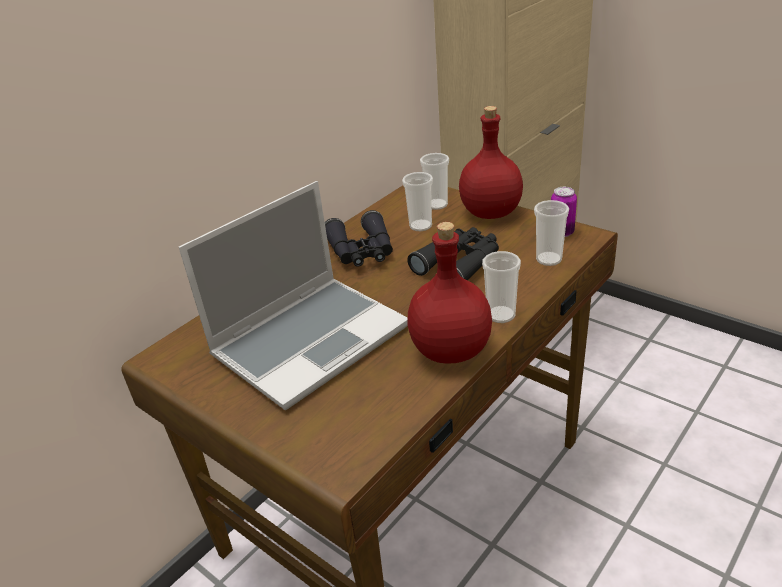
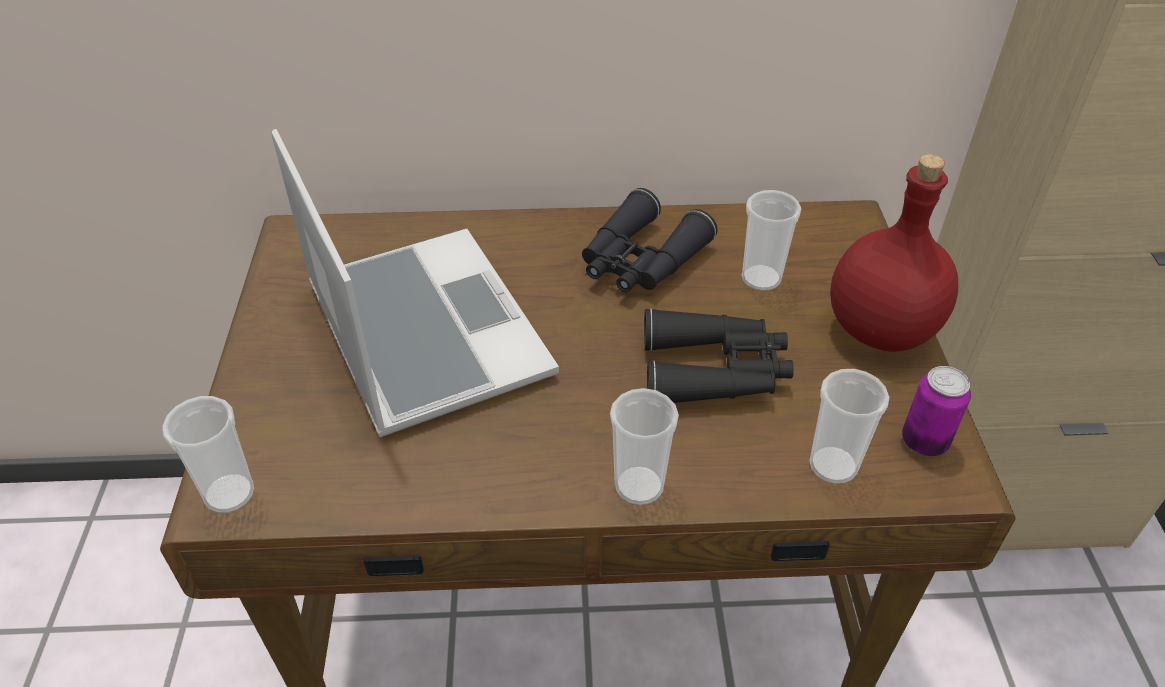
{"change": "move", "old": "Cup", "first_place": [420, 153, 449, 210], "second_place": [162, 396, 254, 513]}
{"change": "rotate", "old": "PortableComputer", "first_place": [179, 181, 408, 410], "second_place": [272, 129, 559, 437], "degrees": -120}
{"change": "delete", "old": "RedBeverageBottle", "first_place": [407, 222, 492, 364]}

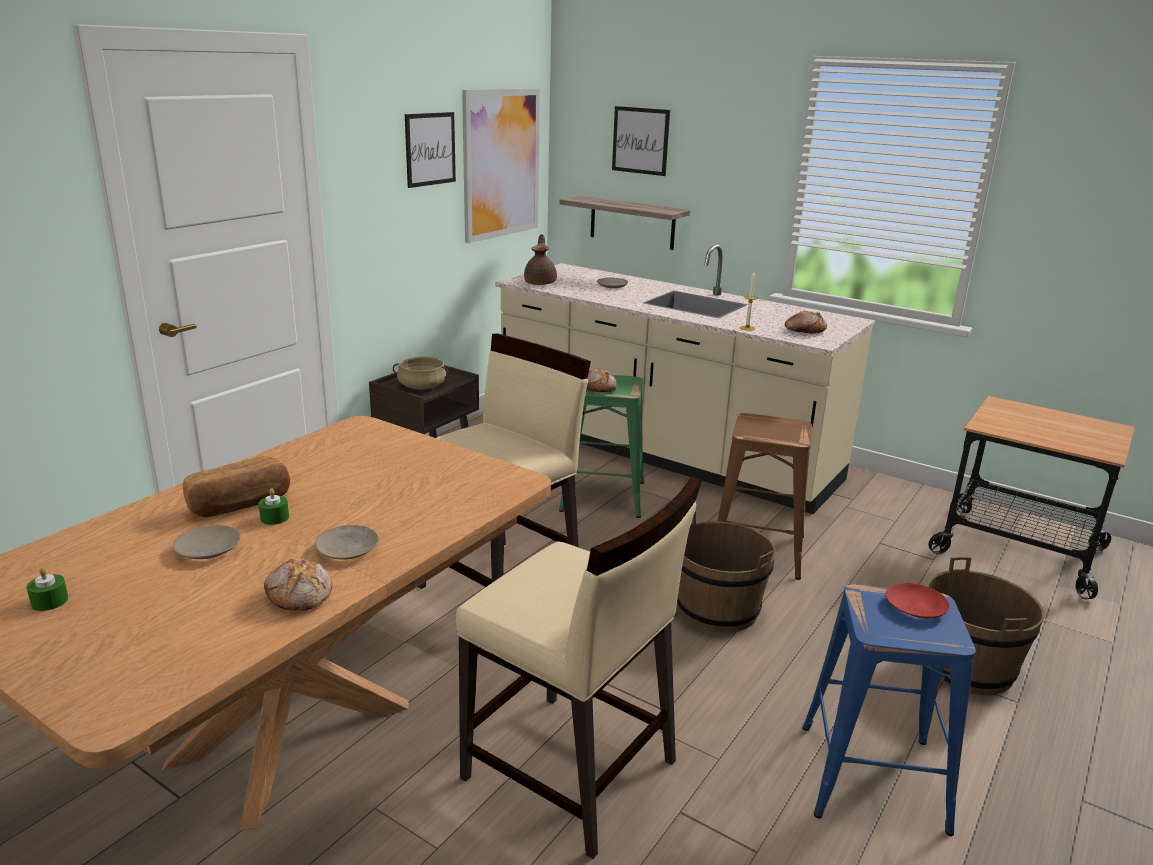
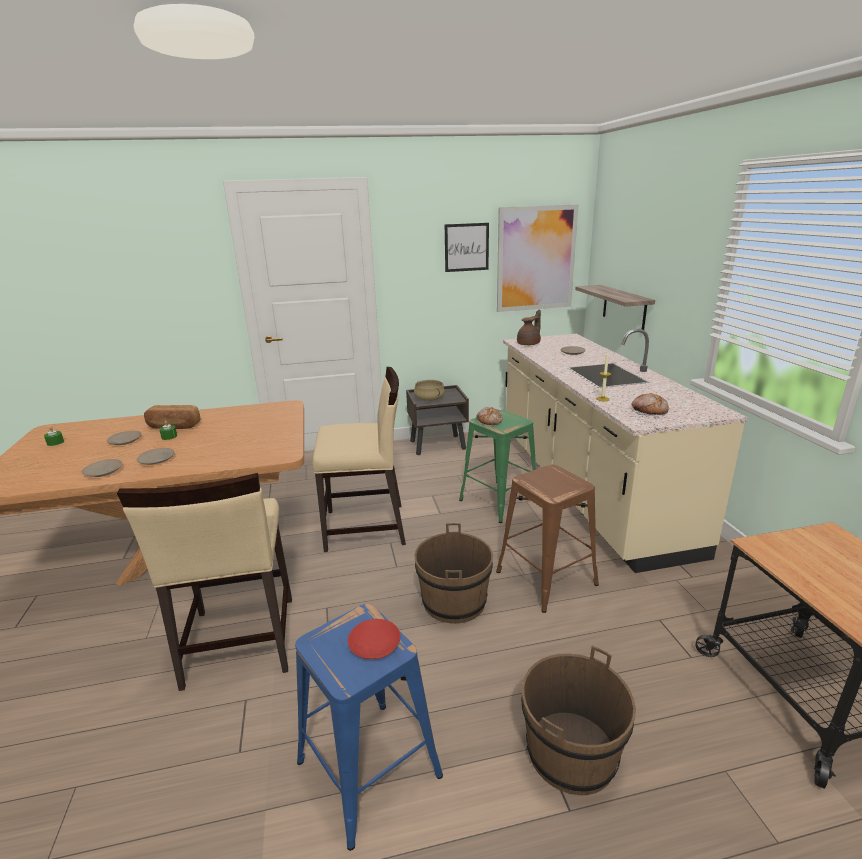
{"change": "replace", "old": "BakedBread", "new": "SandColouredPlate", "first_place": [264, 559, 333, 611], "second_place": [82, 459, 122, 477]}
{"change": "delete", "old": "WallArt", "first_place": [612, 106, 670, 176]}

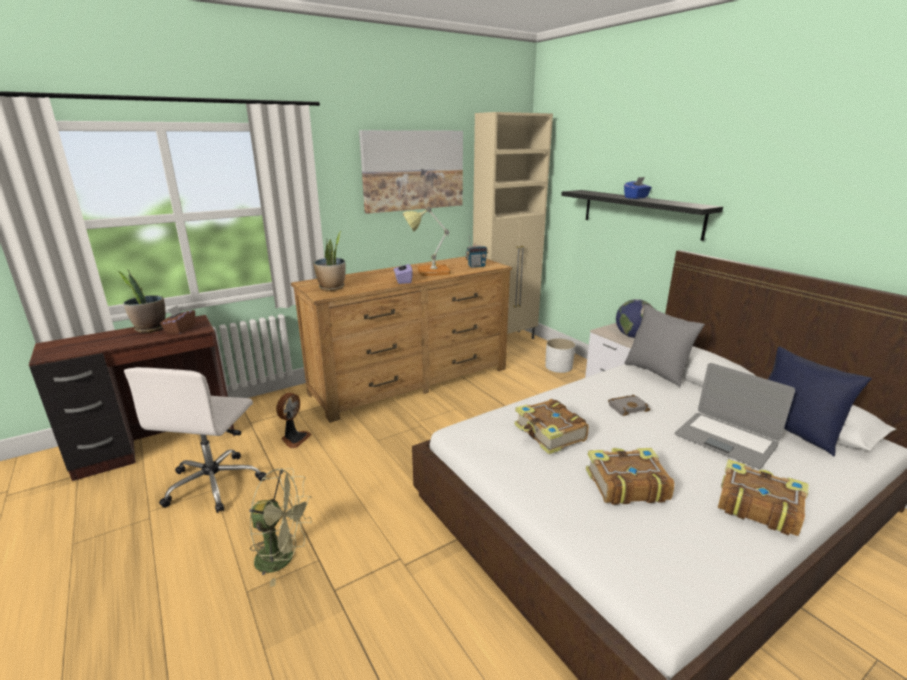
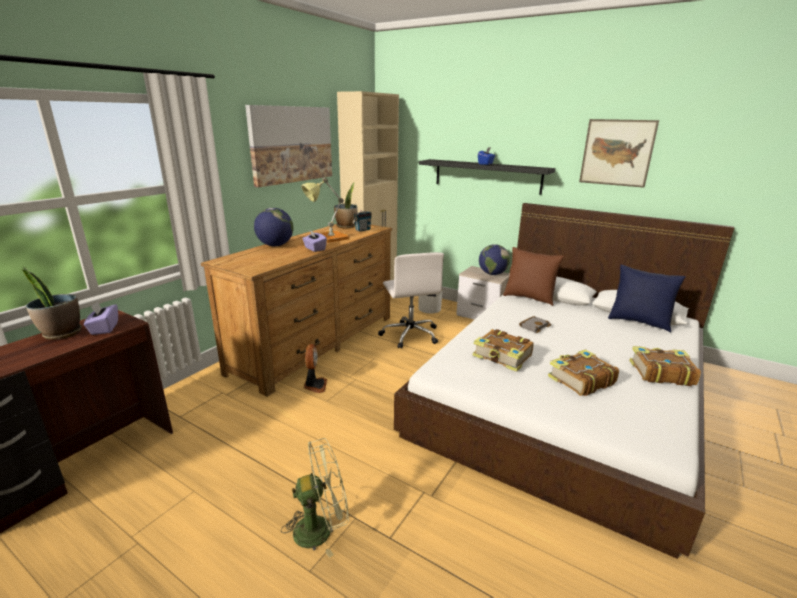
{"change": "recolor", "old": "BrownishBoxOfTissues", "new": "PurpleBoxOfTissues", "first_place": [160, 305, 195, 334], "second_place": [84, 302, 118, 335]}
{"change": "insert", "new": "WorldGlobe", "second_place": [254, 208, 293, 246]}
{"change": "move", "old": "ElectricFan", "first_place": [276, 393, 312, 448], "second_place": [304, 344, 327, 393]}
{"change": "move", "old": "Houseplant", "first_place": [313, 230, 346, 291], "second_place": [334, 182, 358, 228]}
{"change": "move", "old": "WhiteColouredComputerChair", "first_place": [124, 367, 266, 513], "second_place": [378, 252, 444, 349]}
{"change": "recolor", "old": "GrayThrowPillow", "new": "BrownishThrowPillow", "first_place": [624, 305, 705, 388], "second_place": [503, 247, 564, 306]}
{"change": "insert", "new": "WallArt", "second_place": [579, 119, 659, 188]}
{"change": "delete", "old": "PortableComputer", "first_place": [675, 363, 795, 469]}

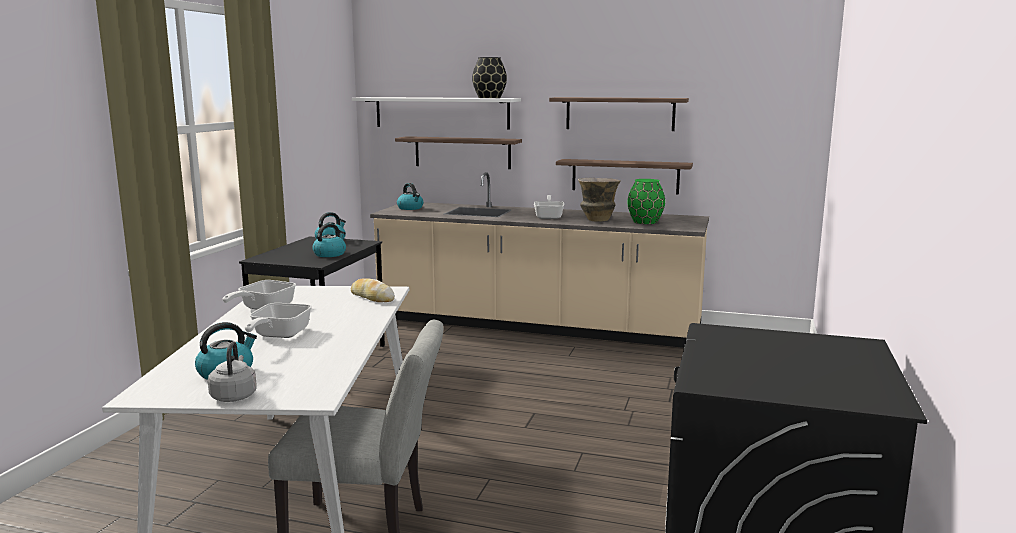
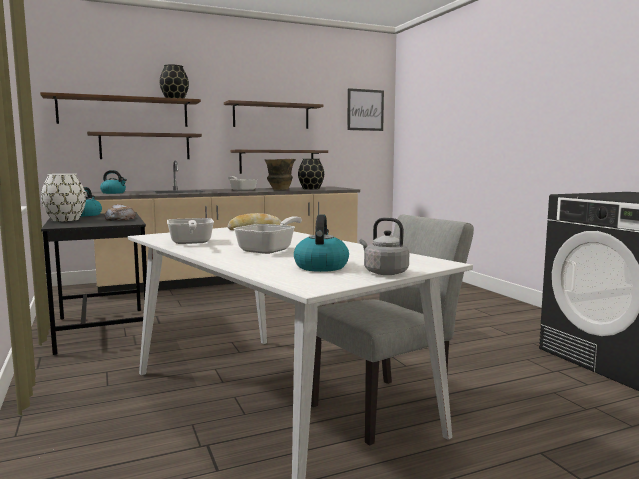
{"change": "recolor", "old": "WhiteColouredWallShelf", "new": "BrownishWallShelf", "first_place": [352, 97, 521, 129], "second_place": [40, 92, 201, 127]}
{"change": "insert", "new": "WhiteColouredVase", "second_place": [41, 174, 86, 221]}
{"change": "replace", "old": "TeaKettle", "new": "BakedBread", "first_place": [312, 223, 346, 257], "second_place": [104, 204, 136, 221]}
{"change": "rotate", "old": "Pan", "first_place": [245, 303, 312, 338], "second_place": [234, 216, 302, 254], "degrees": -120}
{"change": "recolor", "old": "GreenVase", "new": "BlackishVase", "first_place": [627, 179, 665, 224], "second_place": [298, 159, 324, 189]}
{"change": "insert", "new": "WallArt", "second_place": [347, 88, 384, 131]}

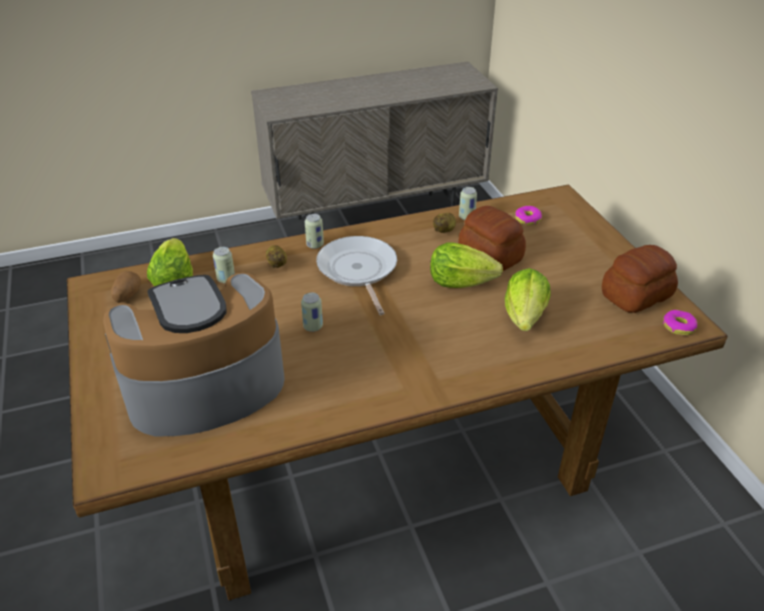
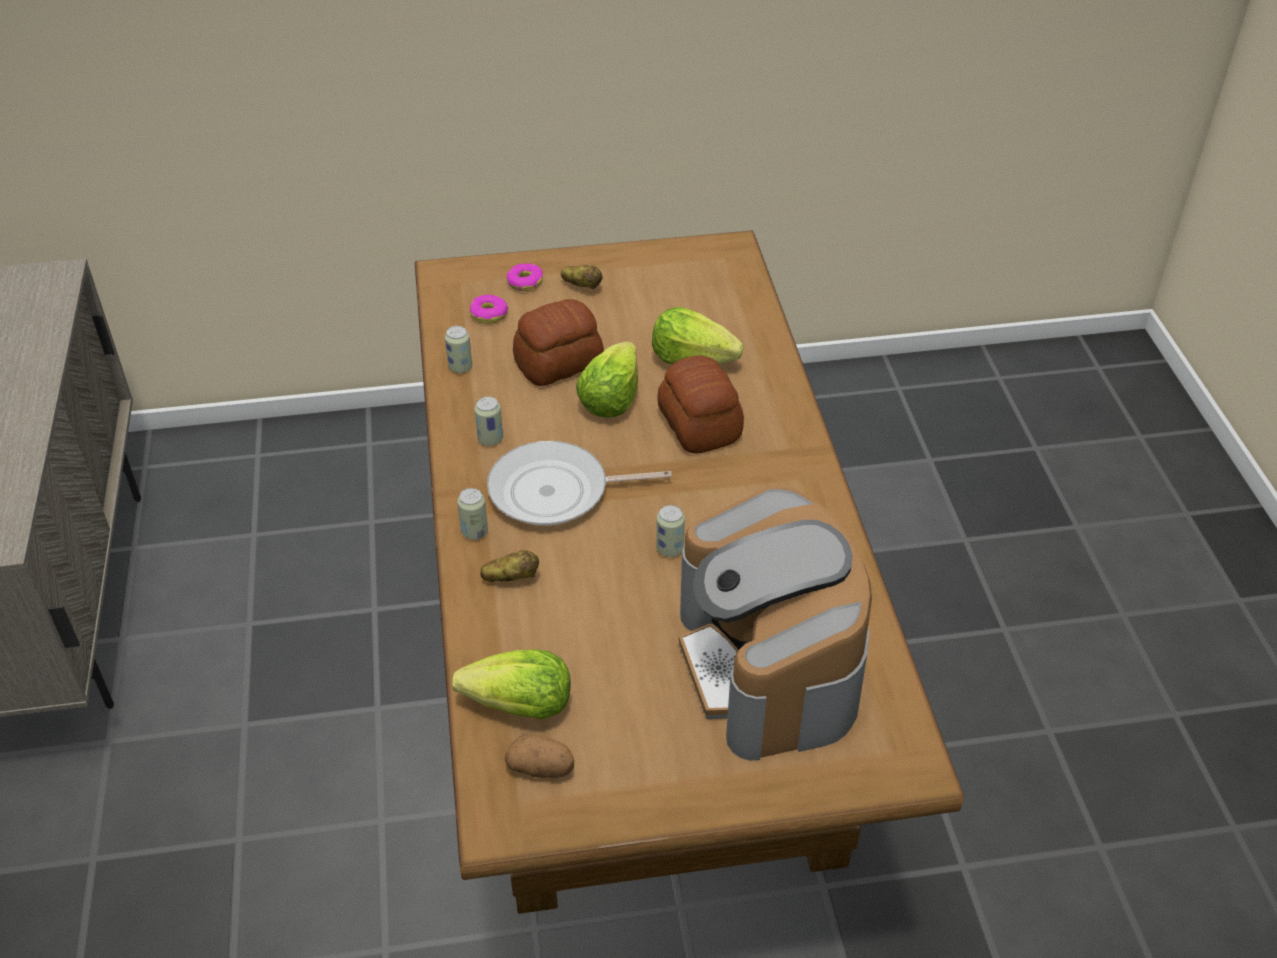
{"change": "move", "old": "SealedCan", "first_place": [213, 247, 235, 283], "second_place": [475, 396, 503, 446]}
{"change": "move", "old": "RingDoughnut", "first_place": [663, 310, 697, 336], "second_place": [507, 264, 543, 291]}
{"change": "move", "old": "Spud", "first_place": [433, 213, 456, 233], "second_place": [561, 265, 602, 289]}
{"change": "move", "old": "BakedBread", "first_place": [602, 245, 678, 313], "second_place": [657, 356, 744, 454]}

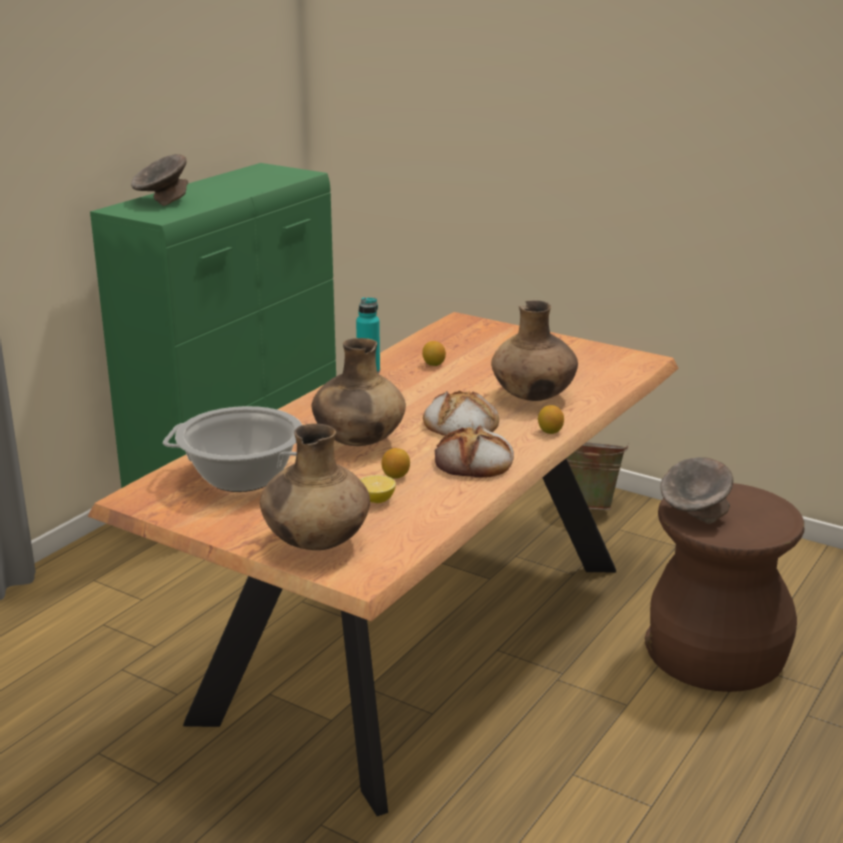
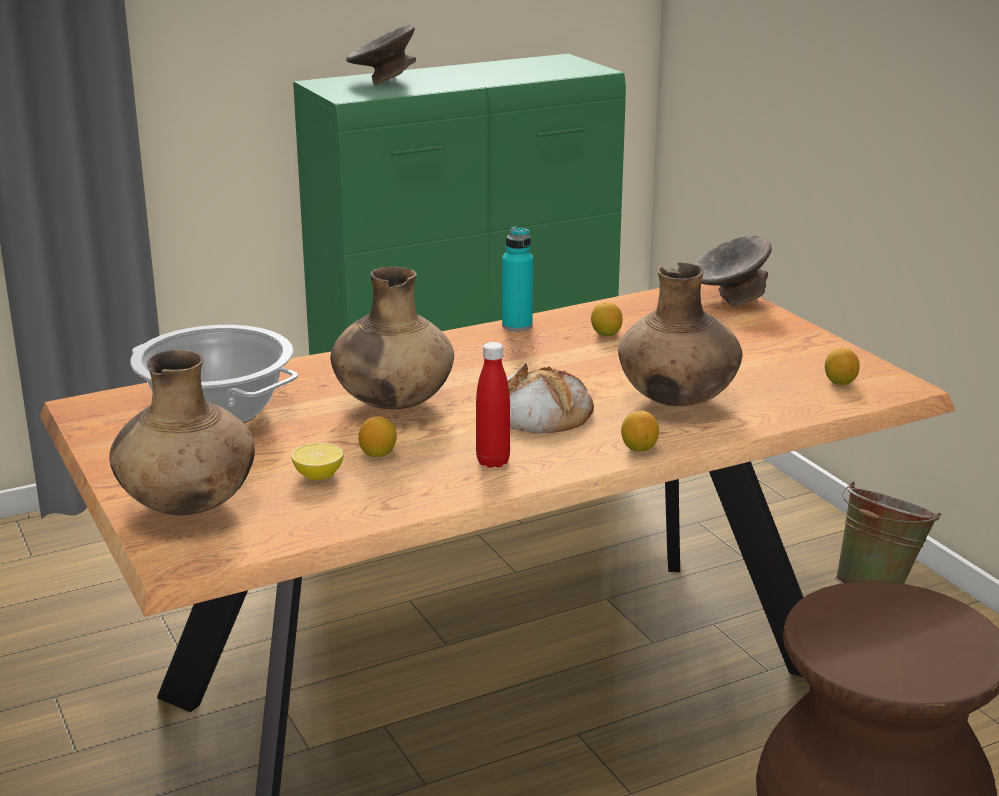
{"change": "replace", "old": "BakedBread", "new": "RedBeverageBottle", "first_place": [434, 425, 514, 478], "second_place": [476, 342, 510, 468]}
{"change": "move", "old": "GrayServingBowl", "first_place": [660, 457, 733, 524], "second_place": [695, 235, 772, 307]}
{"change": "insert", "new": "CitrusFruit", "second_place": [825, 348, 860, 385]}

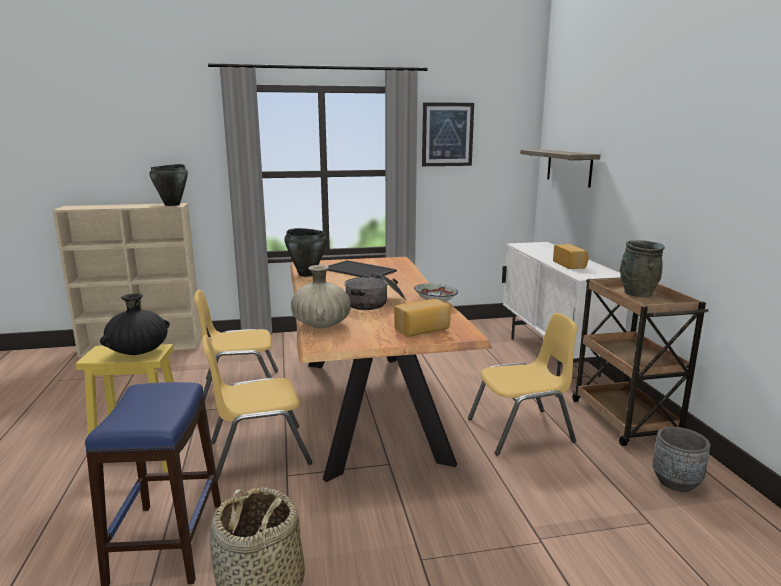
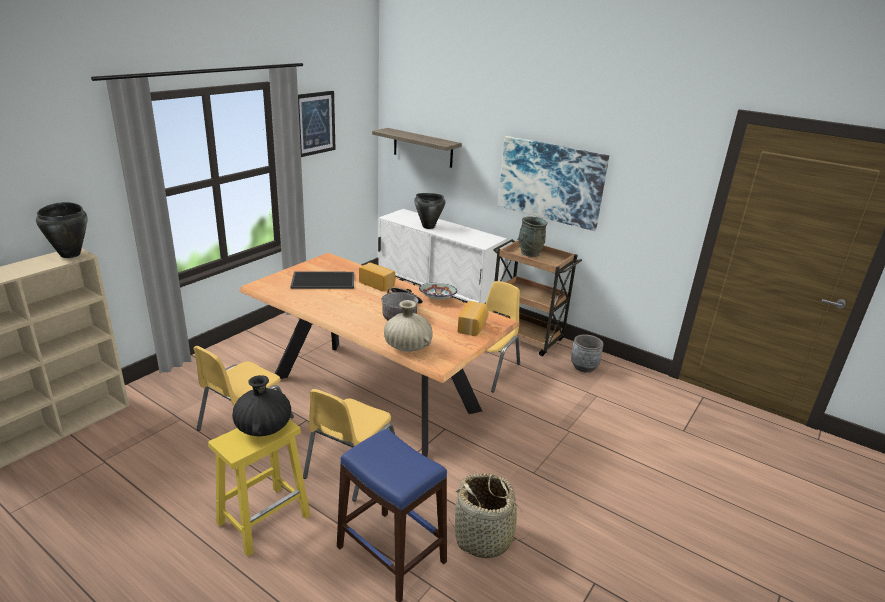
{"change": "move", "old": "BakedBread", "first_place": [553, 244, 589, 269], "second_place": [359, 263, 396, 291]}
{"change": "move", "old": "BlackishCookingPot", "first_place": [284, 228, 327, 277], "second_place": [414, 193, 445, 229]}
{"change": "insert", "new": "WallArt", "second_place": [498, 136, 609, 231]}

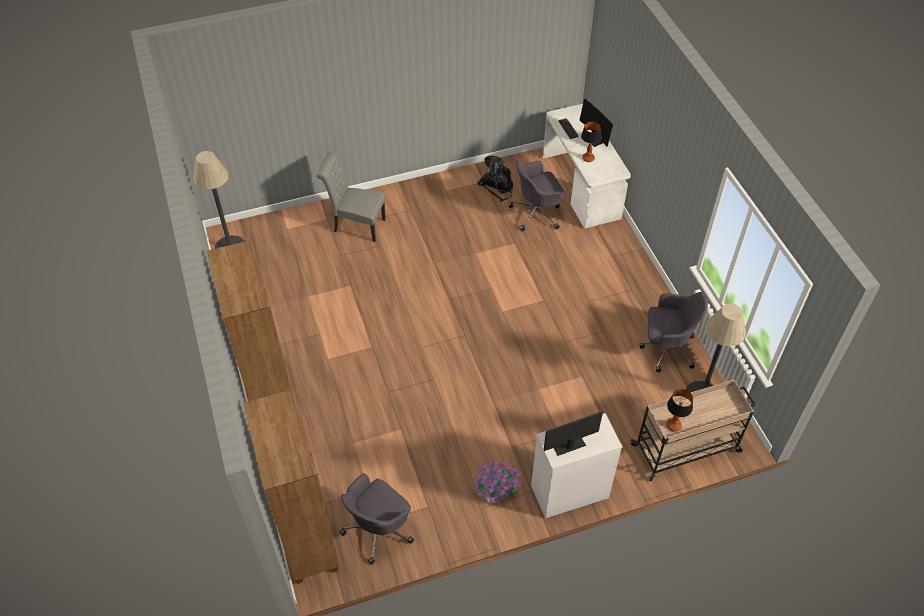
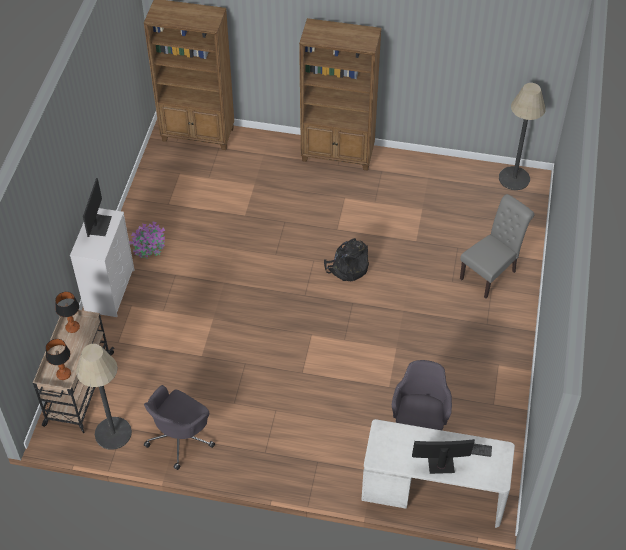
{"change": "move", "old": "TabletopLamp", "first_place": [581, 122, 602, 162], "second_place": [46, 339, 71, 380]}
{"change": "move", "old": "BlackishKnapsack", "first_place": [477, 156, 513, 202], "second_place": [324, 238, 369, 281]}
{"change": "delete", "old": "GrayComputerChair", "first_place": [339, 473, 414, 565]}

